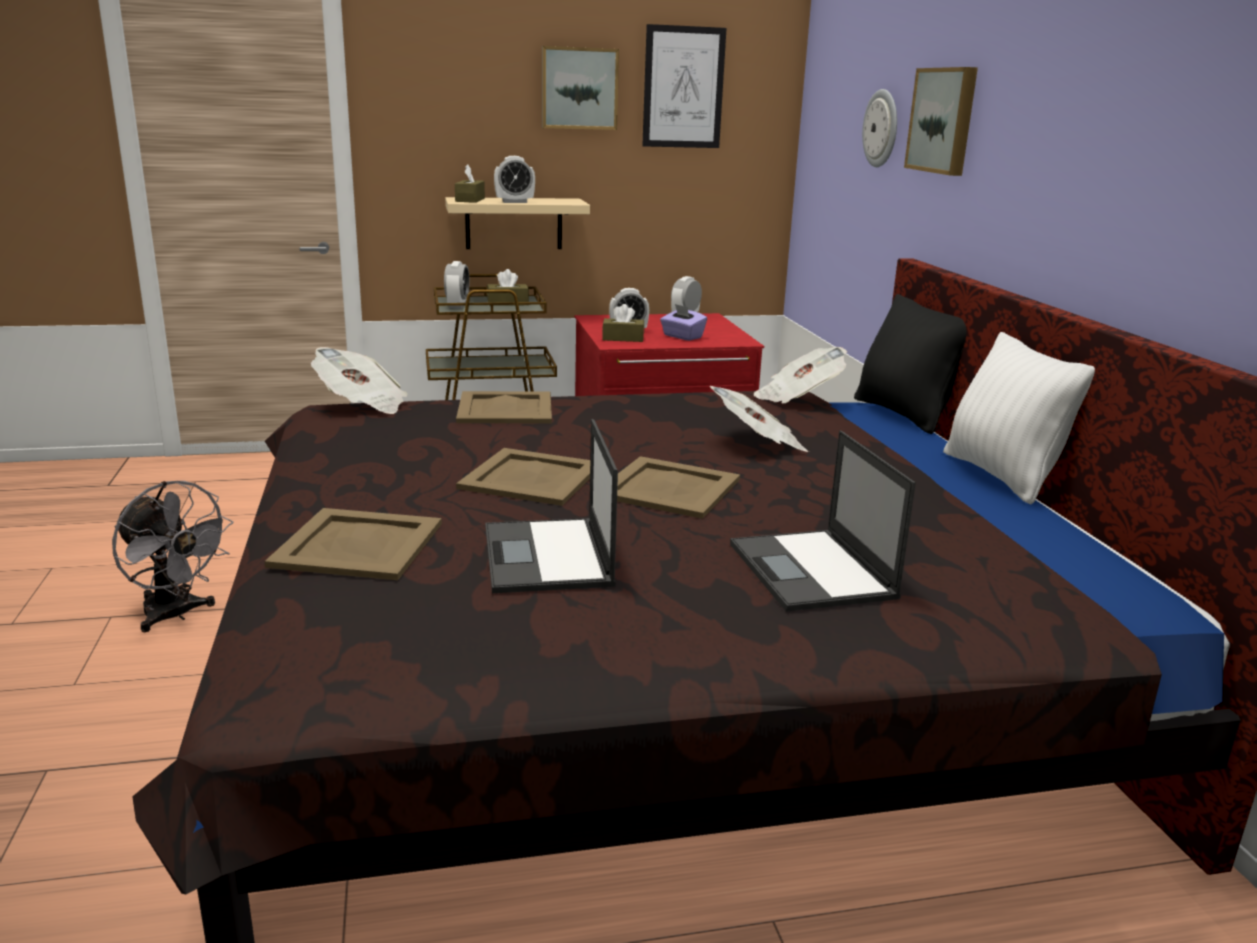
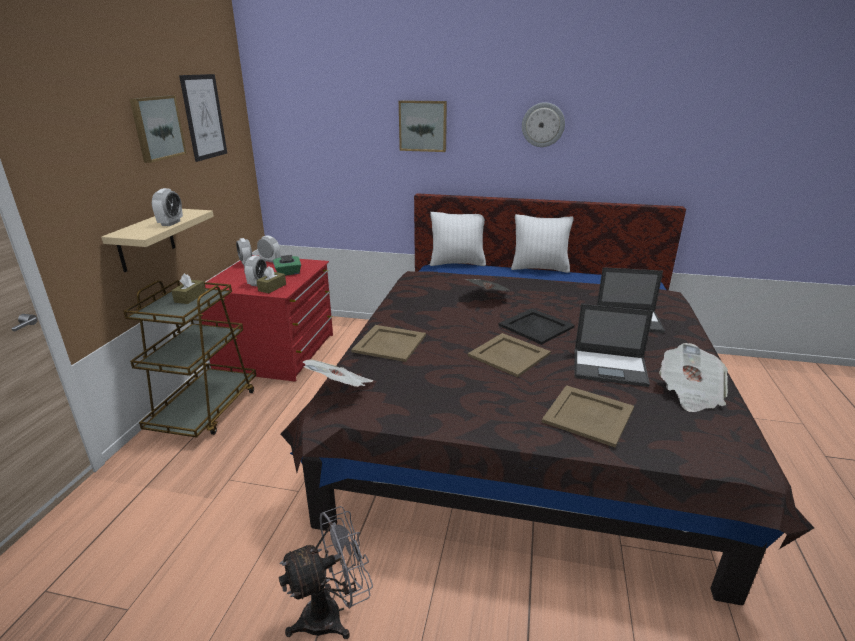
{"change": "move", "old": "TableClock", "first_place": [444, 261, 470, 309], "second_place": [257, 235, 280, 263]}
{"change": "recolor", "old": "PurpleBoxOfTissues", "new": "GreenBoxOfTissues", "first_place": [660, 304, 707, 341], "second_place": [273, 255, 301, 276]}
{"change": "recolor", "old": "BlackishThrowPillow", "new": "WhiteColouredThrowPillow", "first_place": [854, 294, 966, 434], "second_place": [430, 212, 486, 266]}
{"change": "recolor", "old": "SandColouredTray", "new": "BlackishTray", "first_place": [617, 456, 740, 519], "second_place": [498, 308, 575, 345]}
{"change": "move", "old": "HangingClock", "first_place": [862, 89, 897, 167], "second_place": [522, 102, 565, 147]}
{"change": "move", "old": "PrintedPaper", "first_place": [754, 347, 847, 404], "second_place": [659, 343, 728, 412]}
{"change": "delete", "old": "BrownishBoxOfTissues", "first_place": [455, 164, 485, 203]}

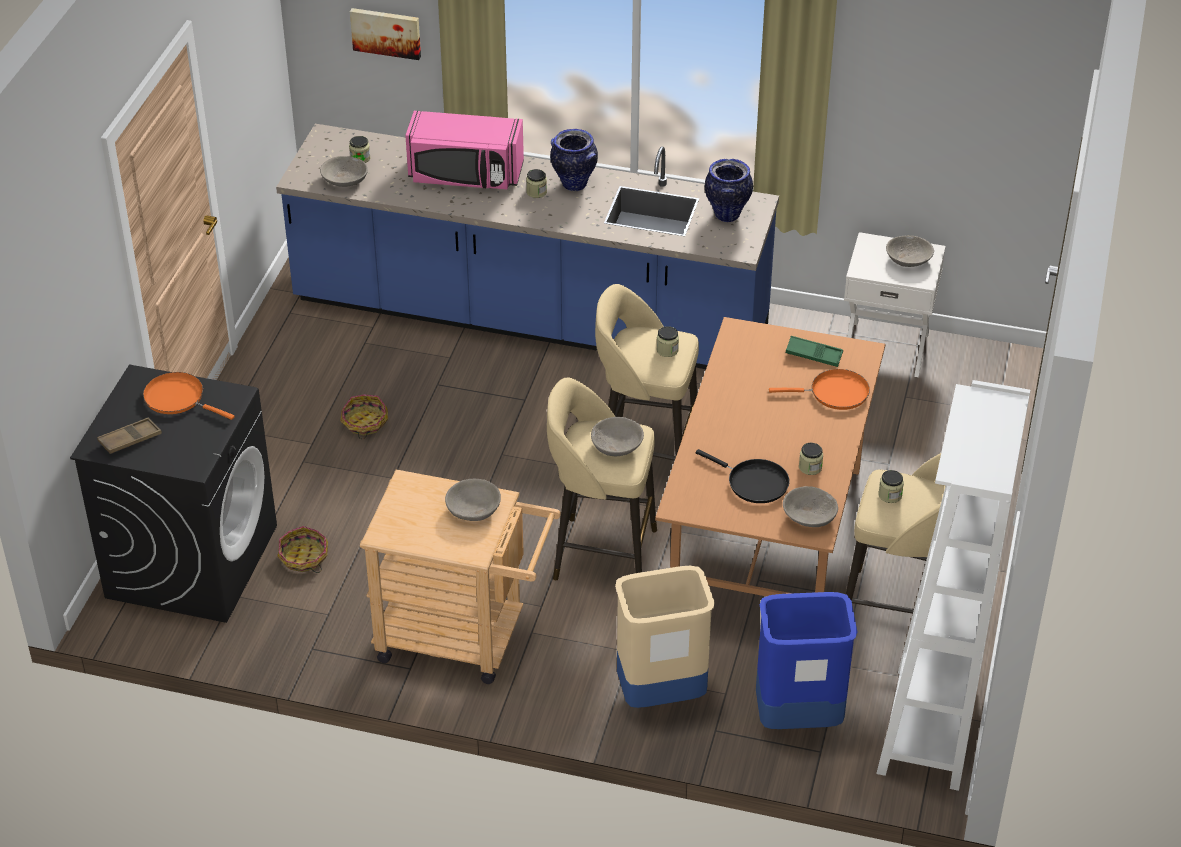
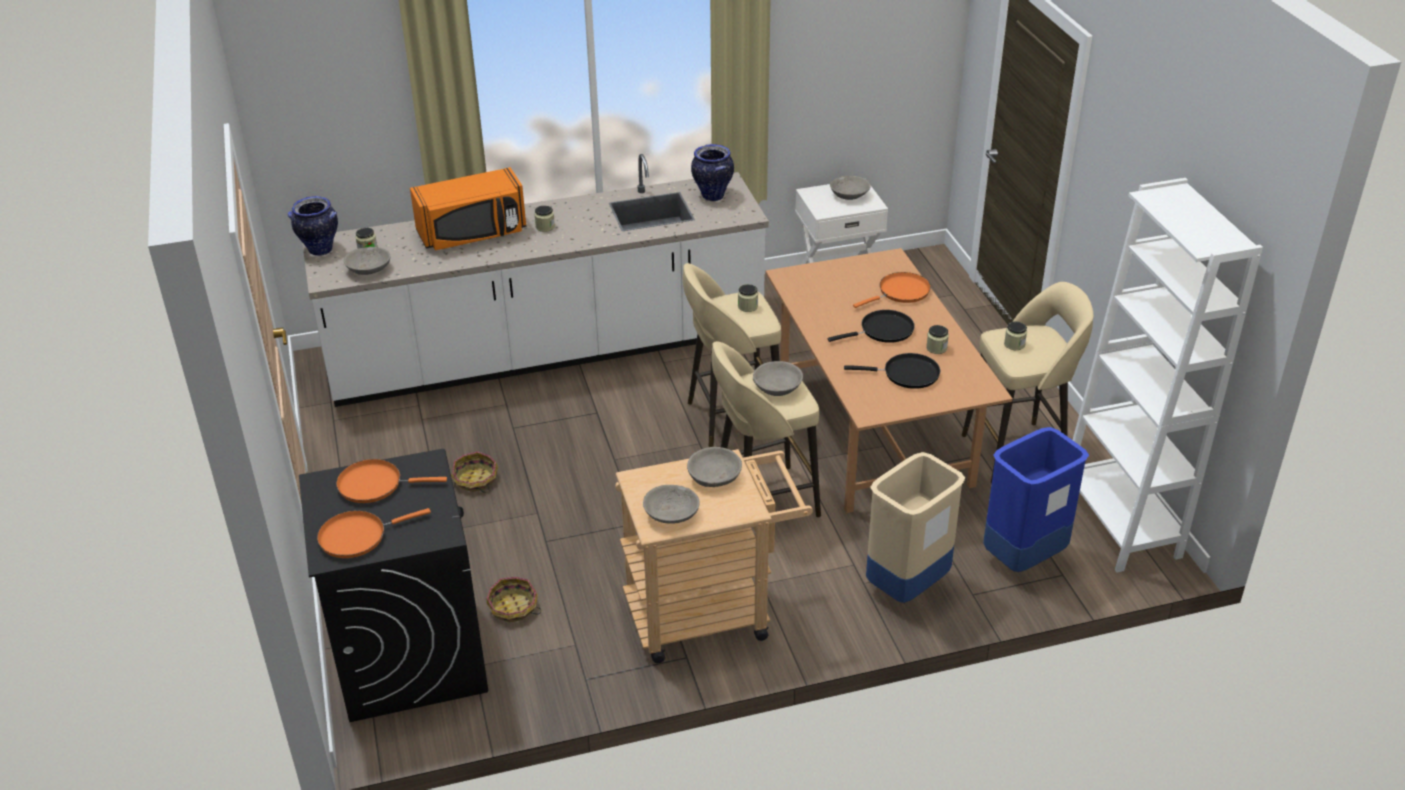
{"change": "move", "old": "Vase", "first_place": [550, 129, 598, 191], "second_place": [288, 196, 338, 256]}
{"change": "recolor", "old": "BluishKitchenBaseUnit", "new": "WhiteColouredKitchenBaseUnit", "first_place": [276, 124, 779, 369], "second_place": [302, 154, 769, 407]}
{"change": "replace", "old": "BrownishTray", "new": "OrangeColouredPan", "first_place": [97, 417, 162, 454], "second_place": [317, 508, 431, 558]}
{"change": "recolor", "old": "PinkColouredKitchenMicrowave", "new": "OrangeColouredKitchenMicrowave", "first_place": [405, 111, 524, 189], "second_place": [410, 167, 526, 251]}
{"change": "move", "old": "GrayServingBowl", "first_place": [783, 486, 838, 527], "second_place": [643, 485, 700, 524]}
{"change": "insert", "new": "BlackishPan", "second_place": [828, 310, 915, 343]}
{"change": "delete", "old": "WallArt", "first_place": [350, 8, 421, 60]}
{"change": "delete", "old": "GreenTray", "first_place": [785, 336, 843, 367]}

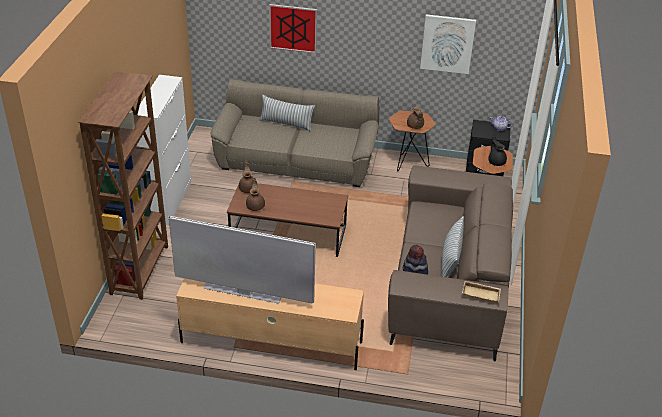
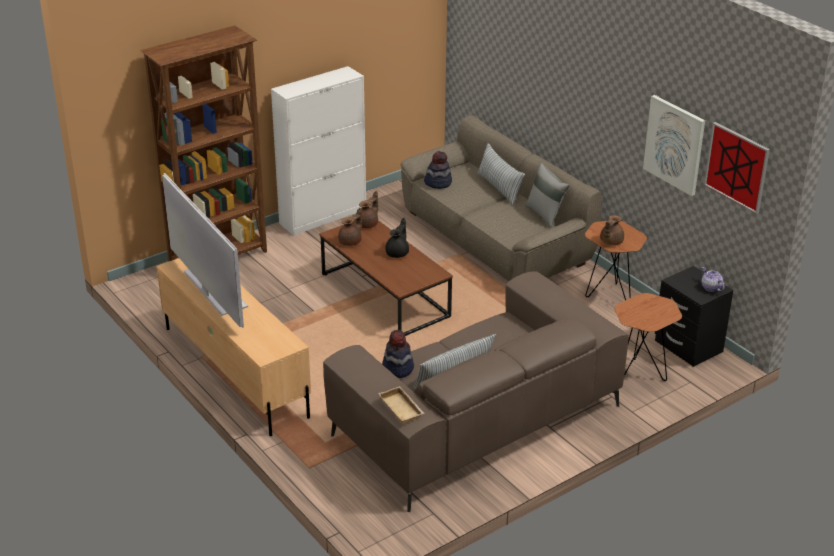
{"change": "move", "old": "BlackishPotForTea", "first_place": [488, 135, 507, 166], "second_place": [386, 218, 409, 258]}
{"change": "insert", "new": "WearableHat", "second_place": [424, 151, 452, 189]}
{"change": "insert", "new": "GrayThrowPillow", "second_place": [525, 163, 569, 228]}
{"change": "move", "old": "WallArt", "first_place": [269, 4, 317, 53], "second_place": [704, 122, 770, 214]}

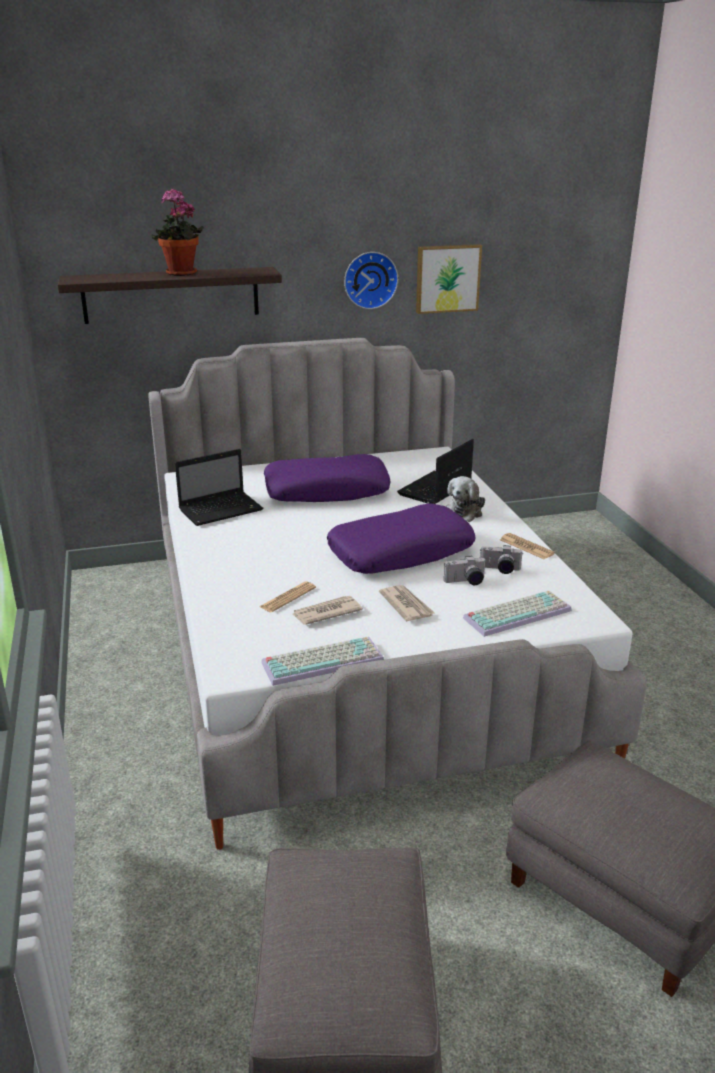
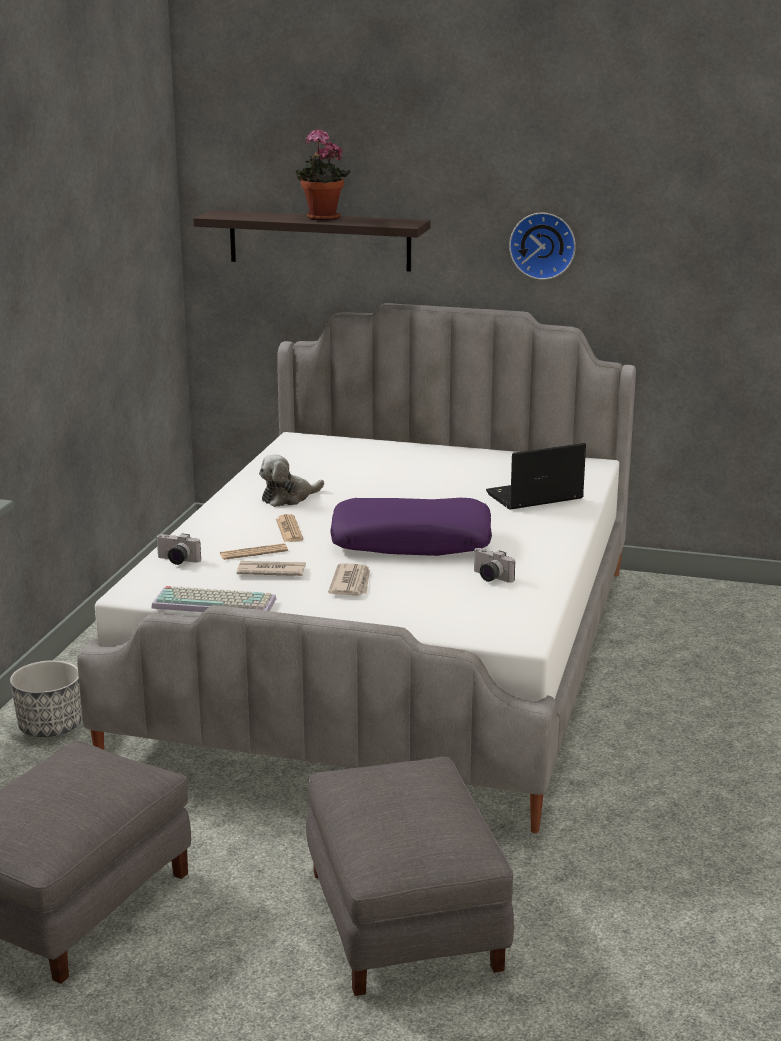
{"change": "insert", "new": "Planter", "second_place": [10, 660, 82, 737]}
{"change": "move", "old": "StillCamera", "first_place": [444, 556, 486, 585], "second_place": [156, 533, 201, 565]}
{"change": "move", "old": "SoftToy", "first_place": [446, 476, 485, 522], "second_place": [259, 454, 324, 507]}
{"change": "move", "old": "PrintedPaper", "first_place": [500, 533, 555, 559], "second_place": [276, 514, 303, 542]}
{"change": "delete", "old": "PortableComputer", "first_place": [175, 449, 264, 526]}
{"change": "delete", "old": "PurpleThrowPillow", "first_place": [264, 454, 390, 502]}
{"change": "delete", "old": "WallArt", "first_place": [416, 244, 482, 314]}
{"change": "delete", "old": "ComputerKeyboard", "first_place": [463, 591, 572, 637]}

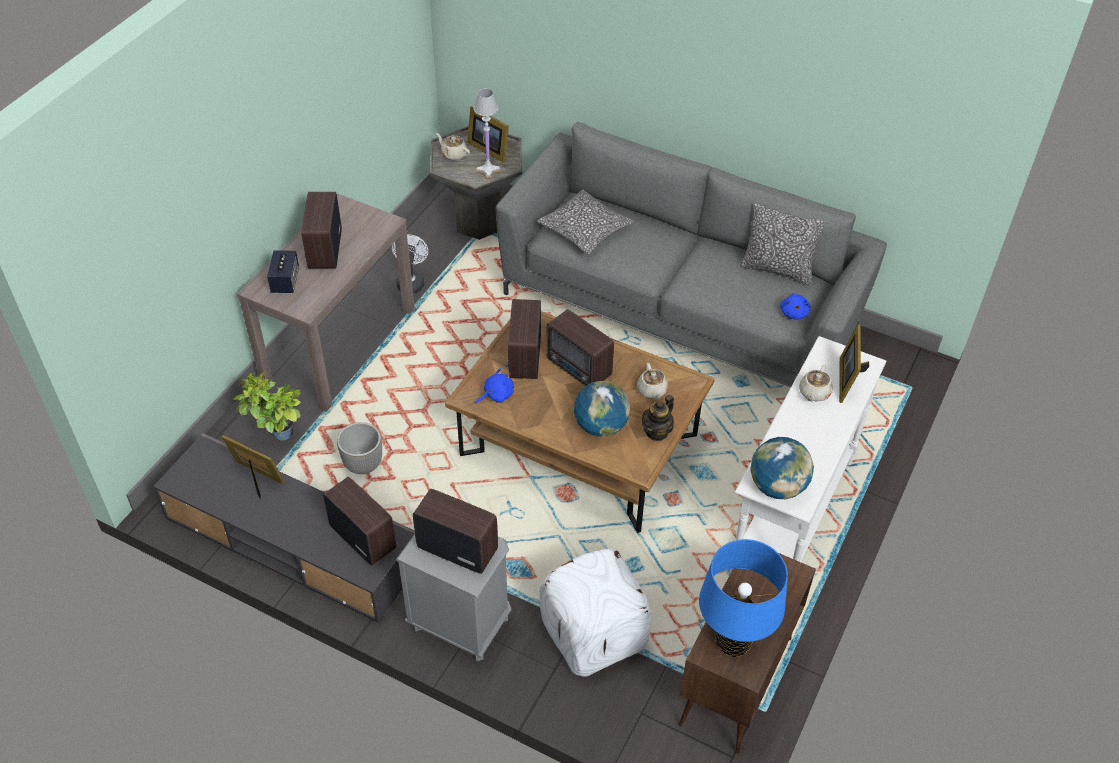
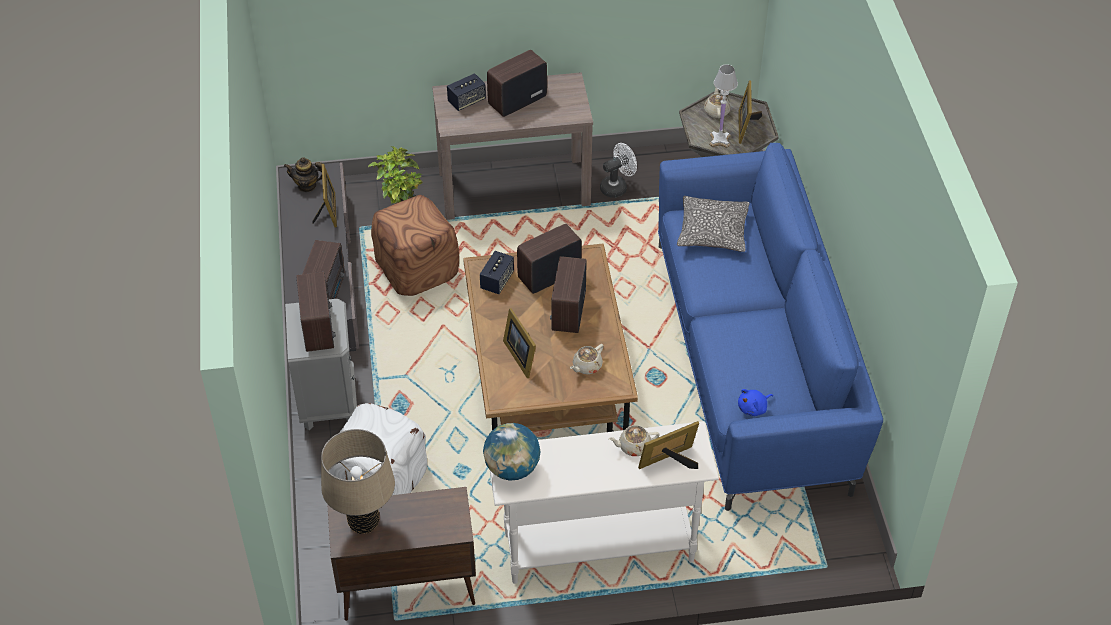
{"change": "move", "old": "PotForTea", "first_place": [642, 395, 674, 441], "second_place": [284, 157, 322, 192]}
{"change": "recolor", "old": "BluishTabletopLamp", "new": "SandColouredTabletopLamp", "first_place": [699, 539, 788, 657], "second_place": [321, 429, 395, 534]}
{"change": "replace", "old": "Planter", "new": "BrownishFootrest", "first_place": [337, 422, 382, 474], "second_place": [371, 195, 459, 296]}
{"change": "replace", "old": "BluishSoftToy", "new": "Speaker", "first_place": [475, 368, 514, 404], "second_place": [480, 251, 514, 294]}
{"change": "replace", "old": "WorldGlobe", "new": "PhotoFrame", "first_place": [574, 381, 630, 437], "second_place": [503, 308, 536, 378]}
{"change": "recolor", "old": "GraySofa", "new": "BluishSofa", "first_place": [496, 122, 887, 387], "second_place": [658, 143, 883, 511]}
{"change": "delete", "old": "ThrowPillow", "first_place": [740, 203, 826, 285]}

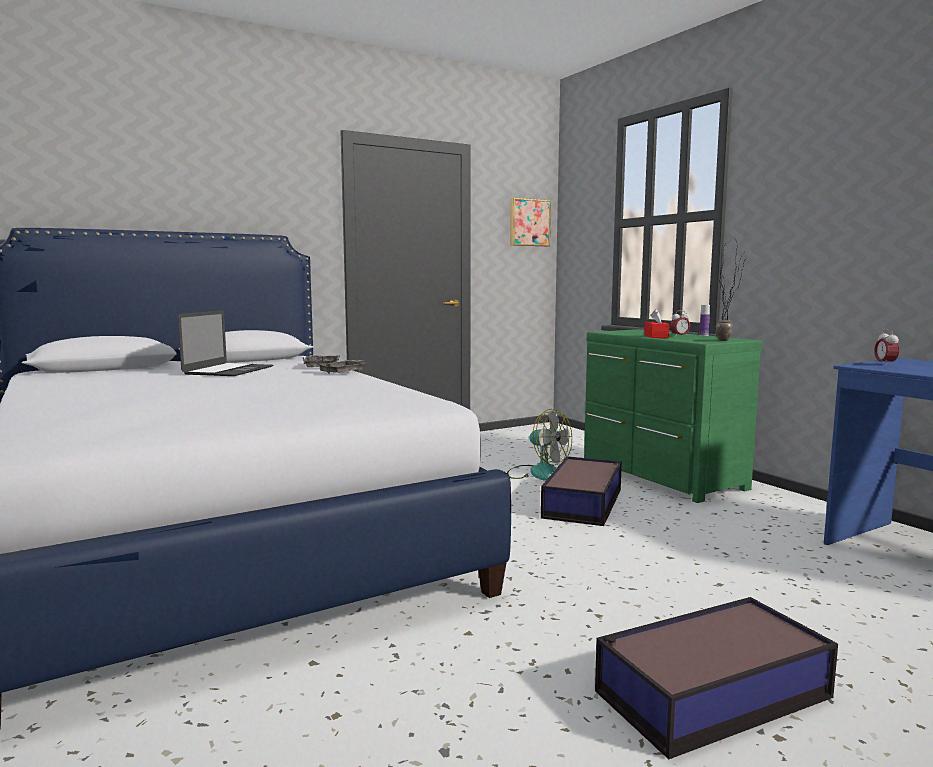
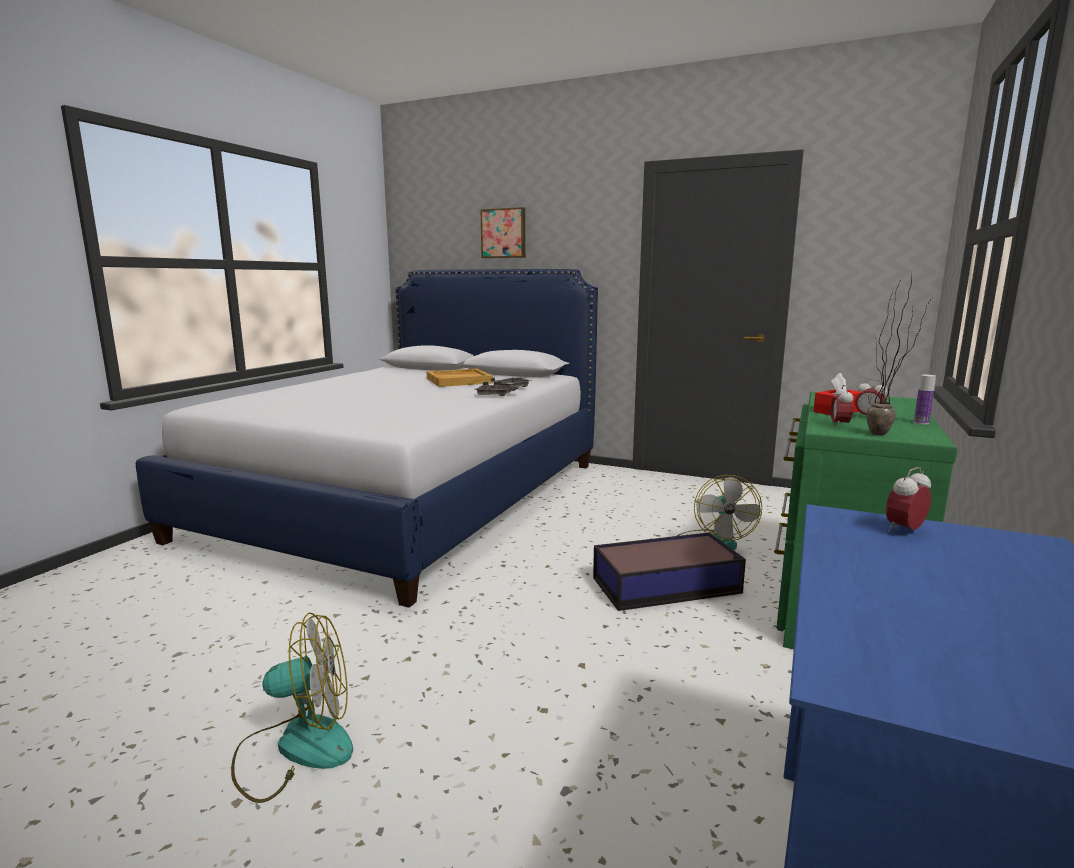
{"change": "replace", "old": "StorageBox", "new": "ElectricFan", "first_place": [595, 597, 838, 759], "second_place": [231, 613, 353, 803]}
{"change": "replace", "old": "PortableComputer", "new": "SandColouredTray", "first_place": [178, 310, 273, 376], "second_place": [427, 369, 493, 387]}
{"change": "move", "old": "WallArt", "first_place": [510, 198, 551, 246], "second_place": [480, 207, 525, 258]}
{"change": "insert", "new": "TableClock", "second_place": [830, 385, 853, 428]}

